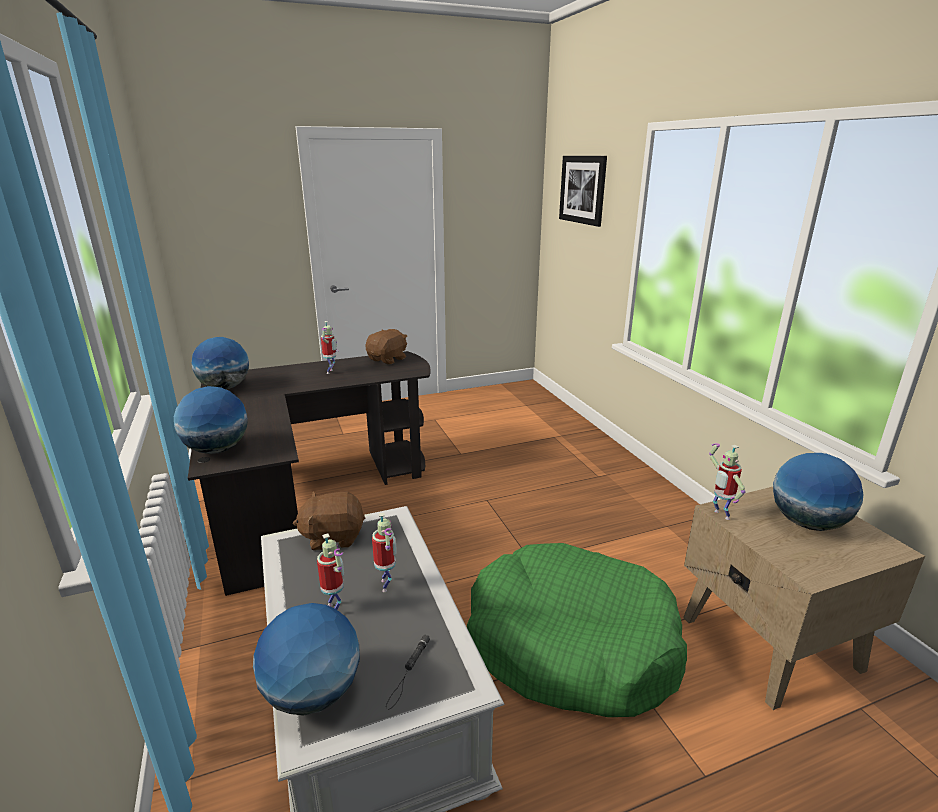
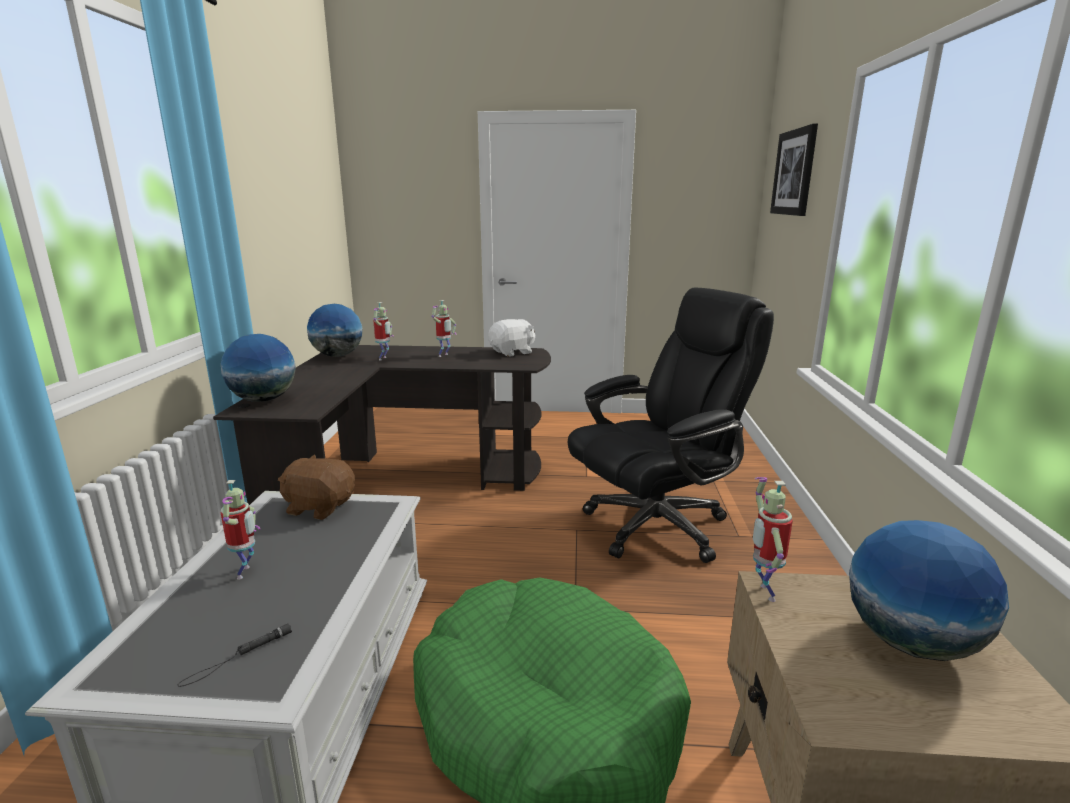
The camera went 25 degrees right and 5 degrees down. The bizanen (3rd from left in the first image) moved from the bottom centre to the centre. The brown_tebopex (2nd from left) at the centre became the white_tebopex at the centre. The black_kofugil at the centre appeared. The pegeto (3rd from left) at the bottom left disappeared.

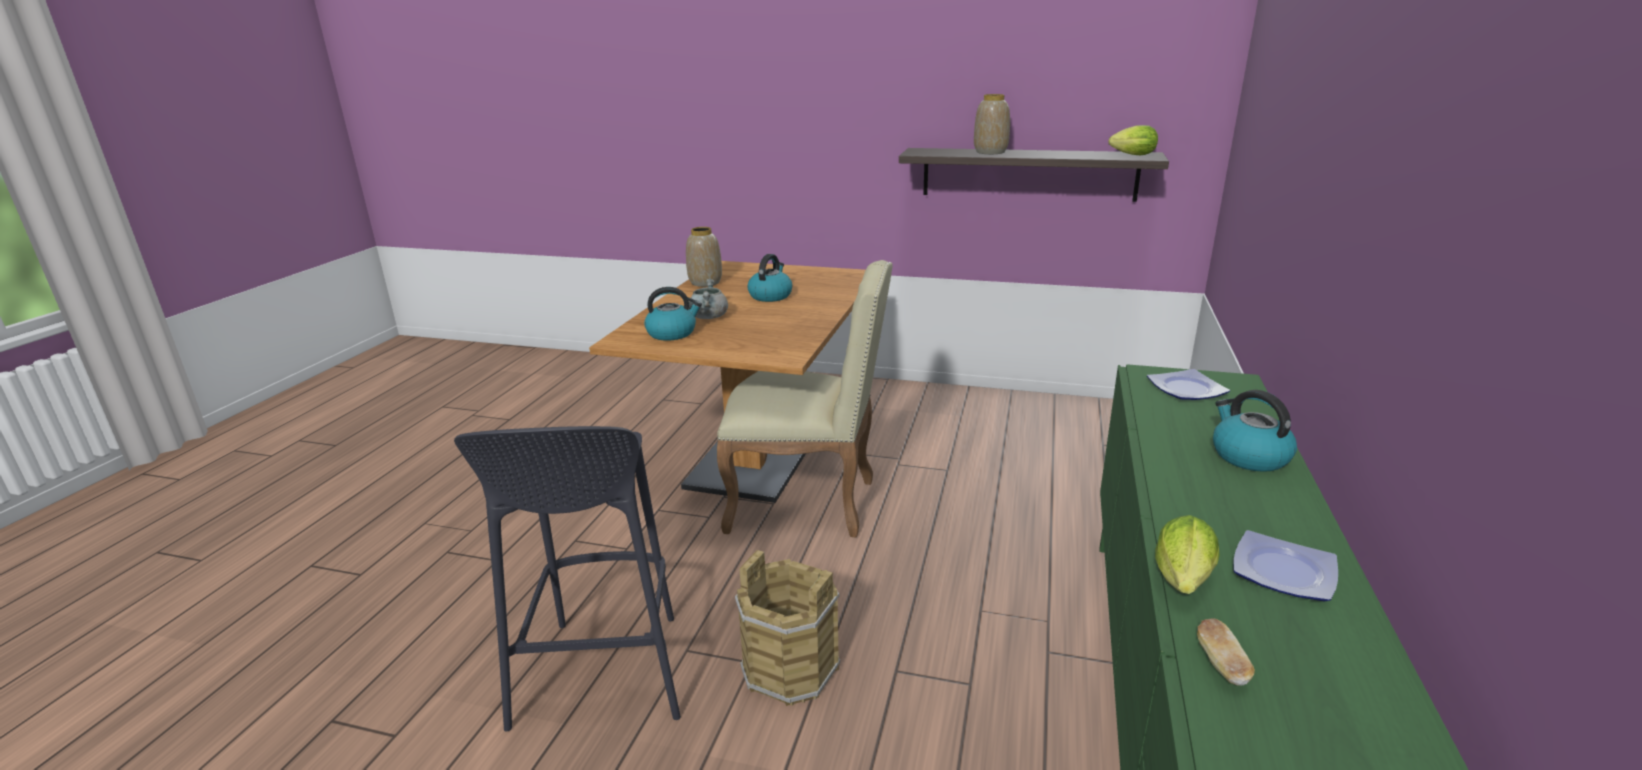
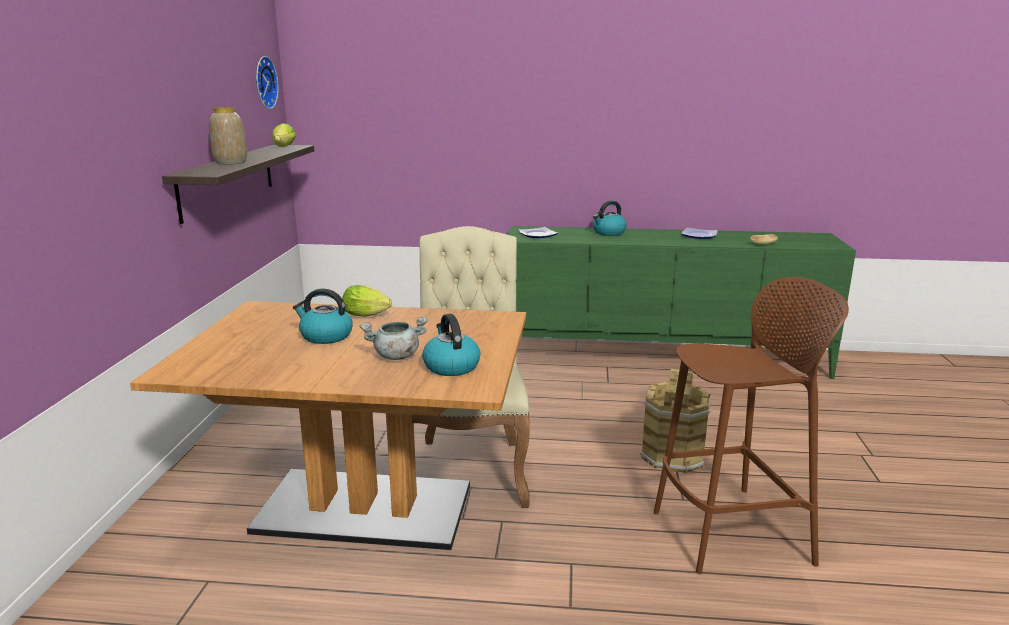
The camera went 100 degrees left and 5 degrees down. The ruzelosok at the top left appeared. The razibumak (2nd from left) moved from the bottom right to the centre. The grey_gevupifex at the bottom centre became the brown_gevupifex at the bottom right. The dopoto (1st from left) at the centre disappeared.

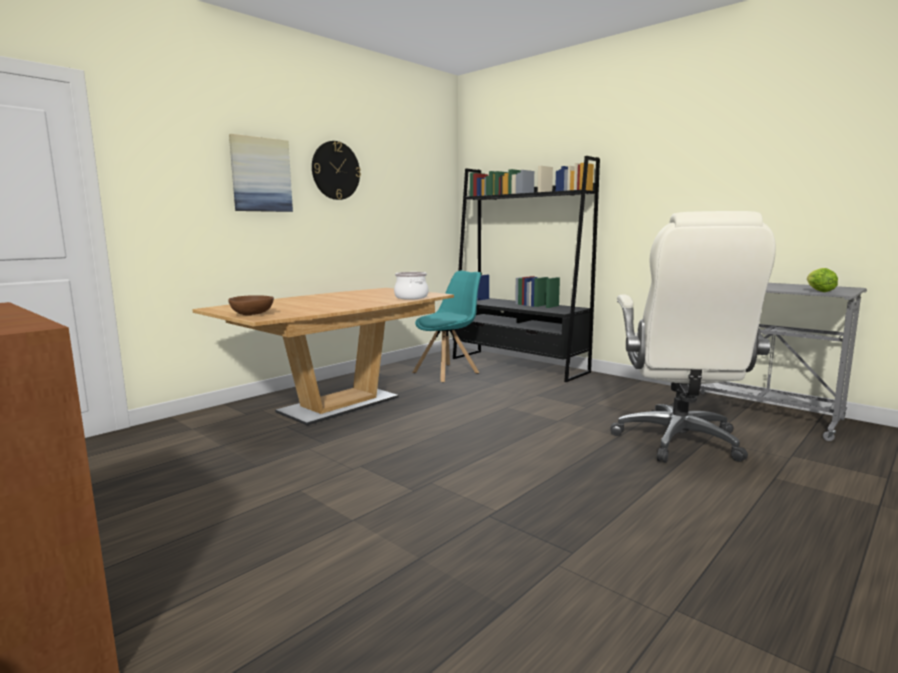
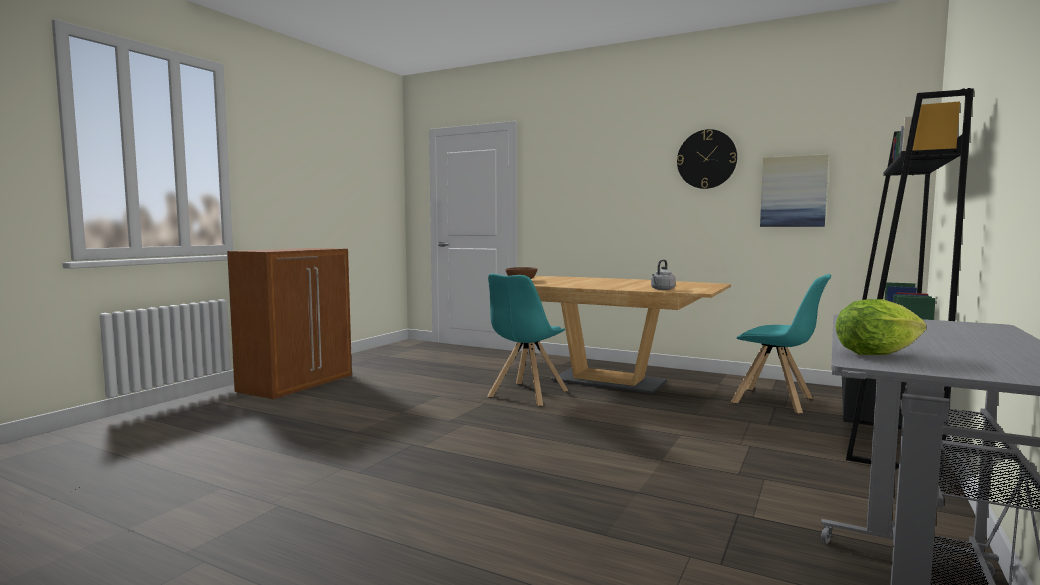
The camera went 75 degrees right and 5 degrees down. The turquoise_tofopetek (1st from left) at the centre appeared. The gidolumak at the centre was replaced by the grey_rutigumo at the centre. The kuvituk moved from the top left to the top right. The white_kofugil at the middle right disappeared.

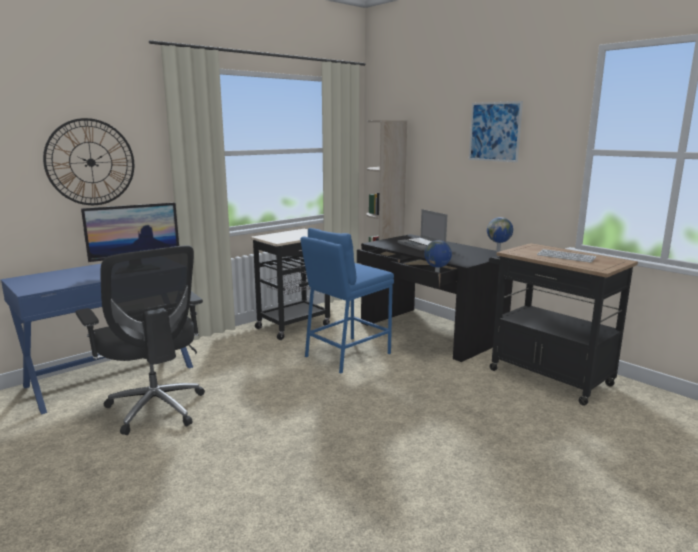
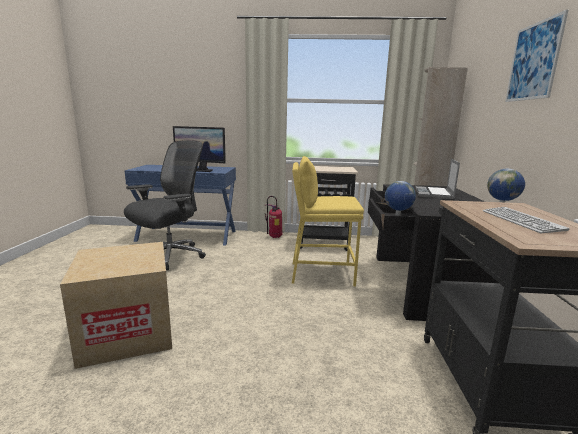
The camera went 45 degrees right and 0 degrees up. The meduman at the bottom left appeared. The kofugil at the middle left turned 150 degrees counterclockwise. The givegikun at the centre appeared. The blue_gevupifex at the centre became the yellow_gevupifex at the centre. The ruzelosok at the top left disappeared.

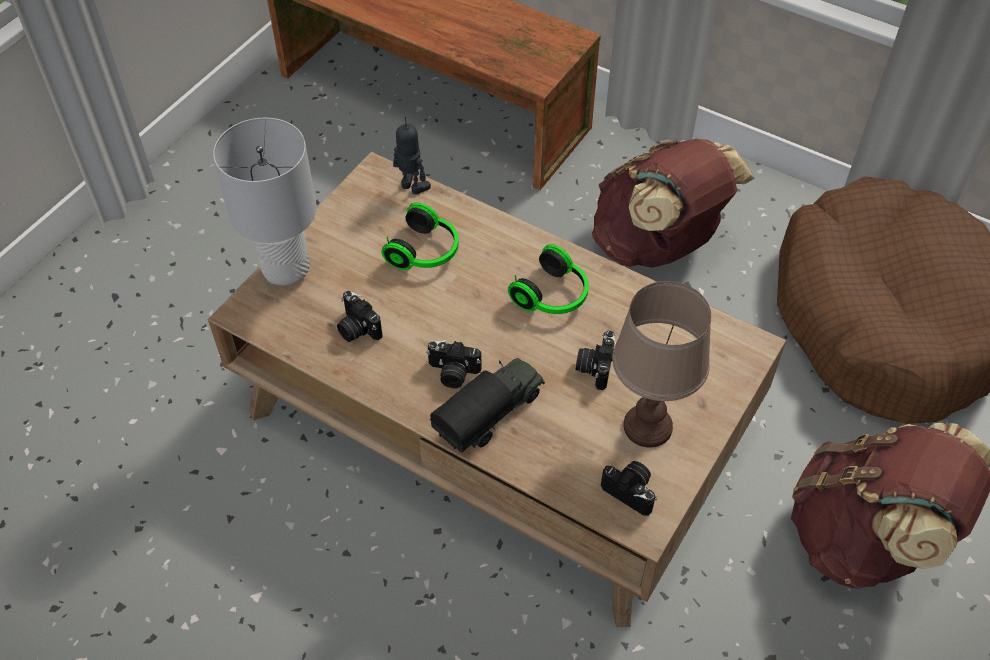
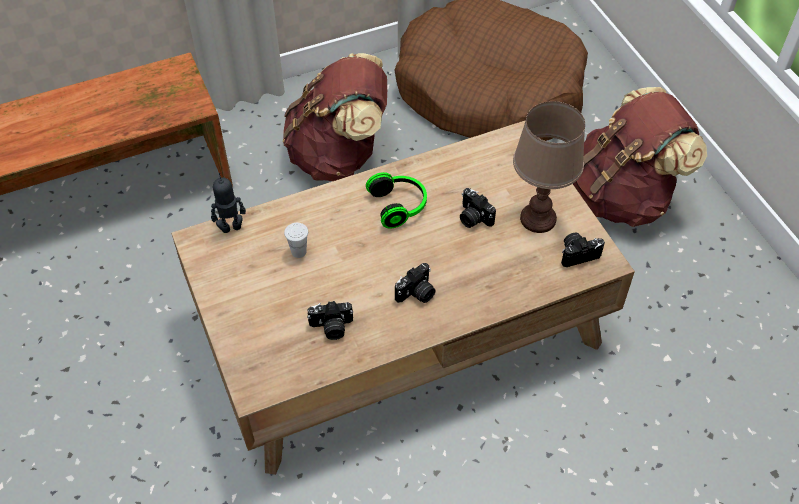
The camera went 55 degrees left and 0 degrees up. The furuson (1st from left) at the centre was replaced by the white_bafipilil at the centre. The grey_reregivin at the top left disappeared. The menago at the centre disappeared.

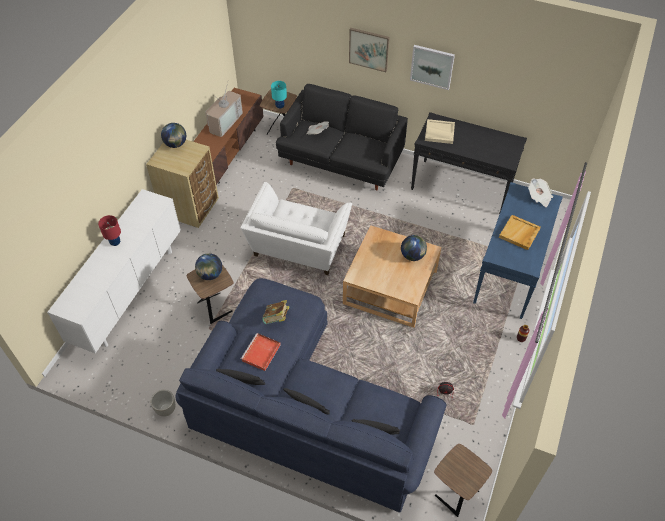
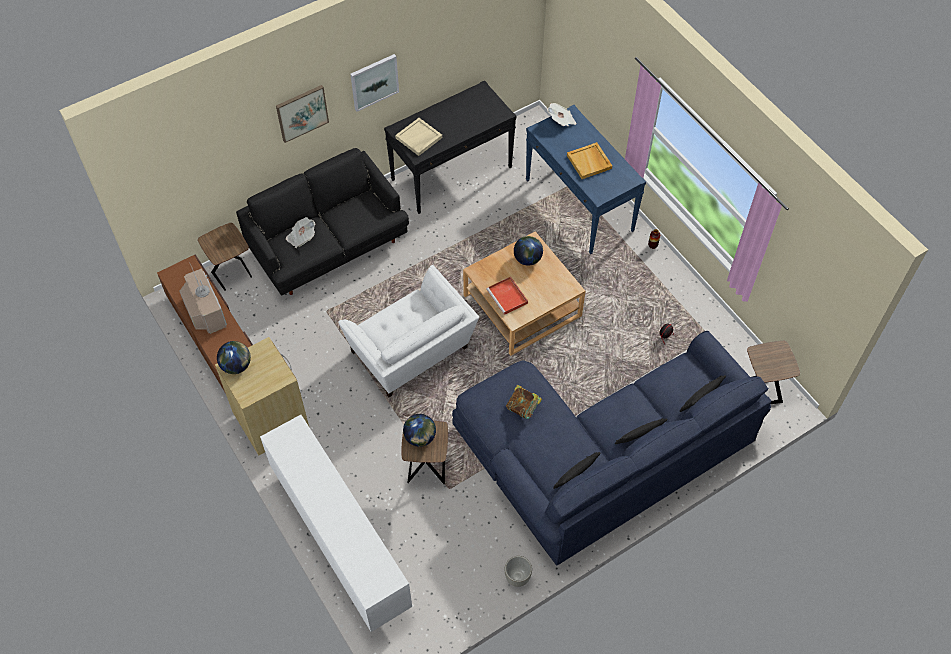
The camera went 55 degrees left and 5 degrees up. The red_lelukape moved from the bottom centre to the centre. The red_reregivin at the middle left disappeared. The turquoise_reregivin at the top centre disappeared.

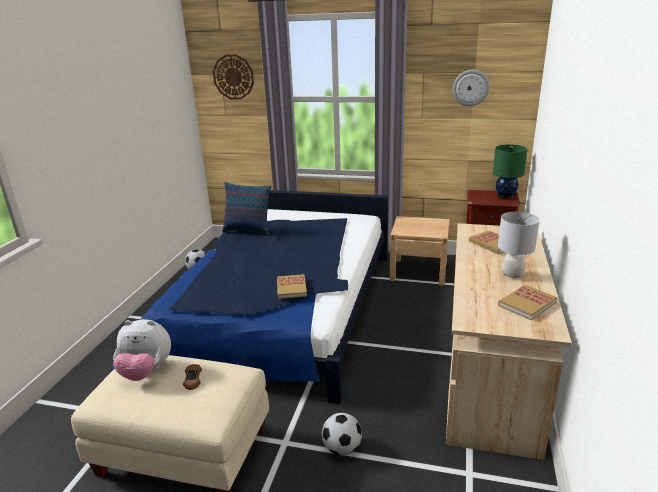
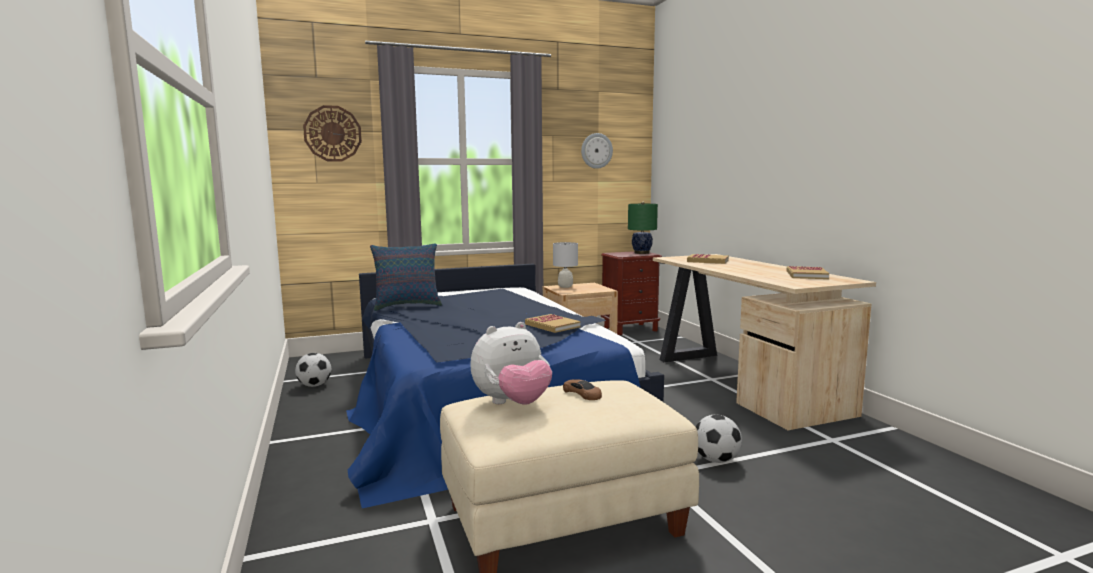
The camera went 35 degrees left and 15 degrees down. The grey_reregivin moved from the middle right to the centre.

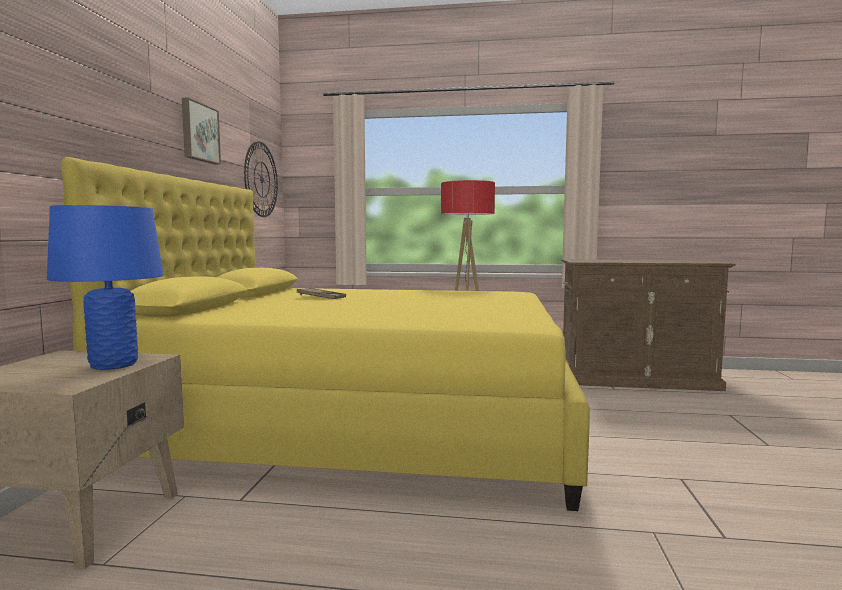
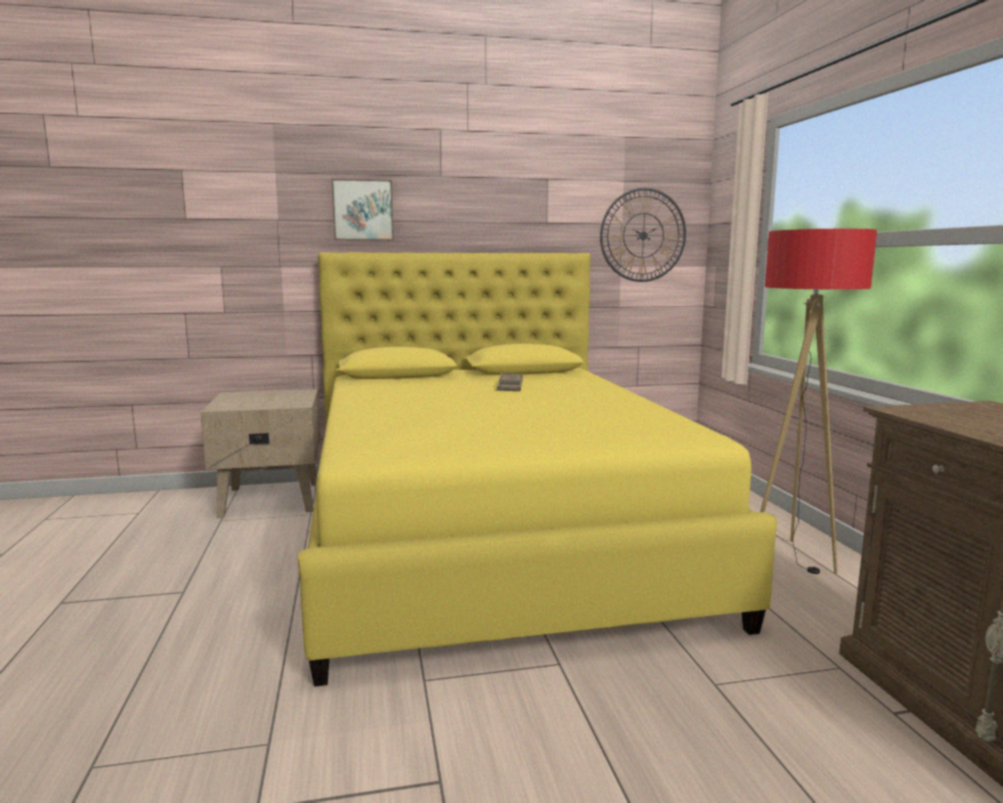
The camera went 70 degrees right and 5 degrees up. The kuvituk moved from the top left to the top centre. The blue_reregivin at the middle left disappeared.

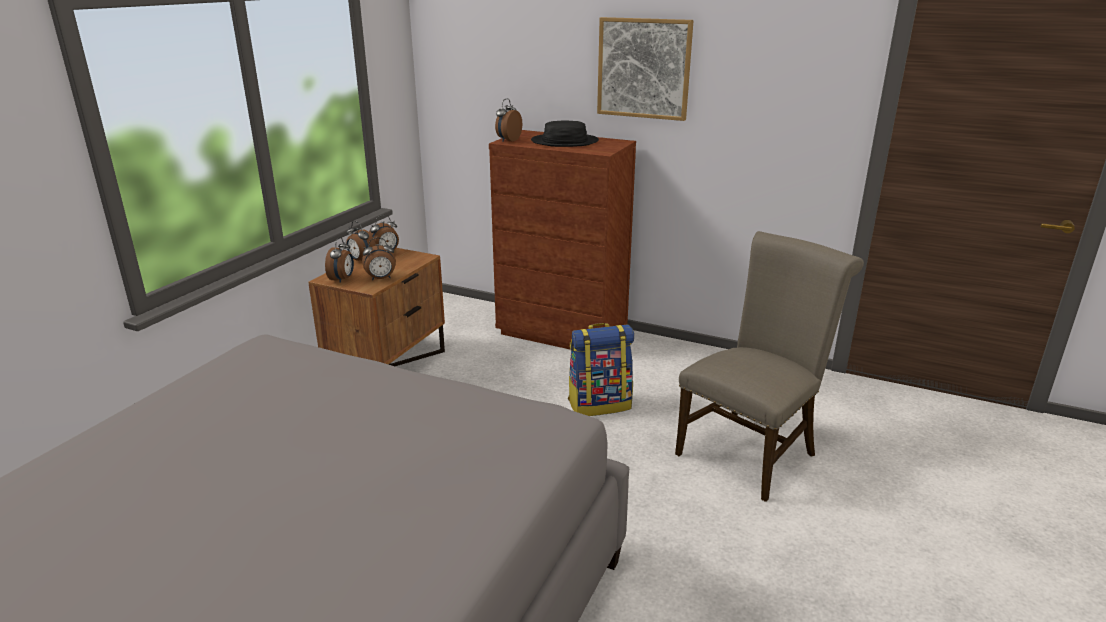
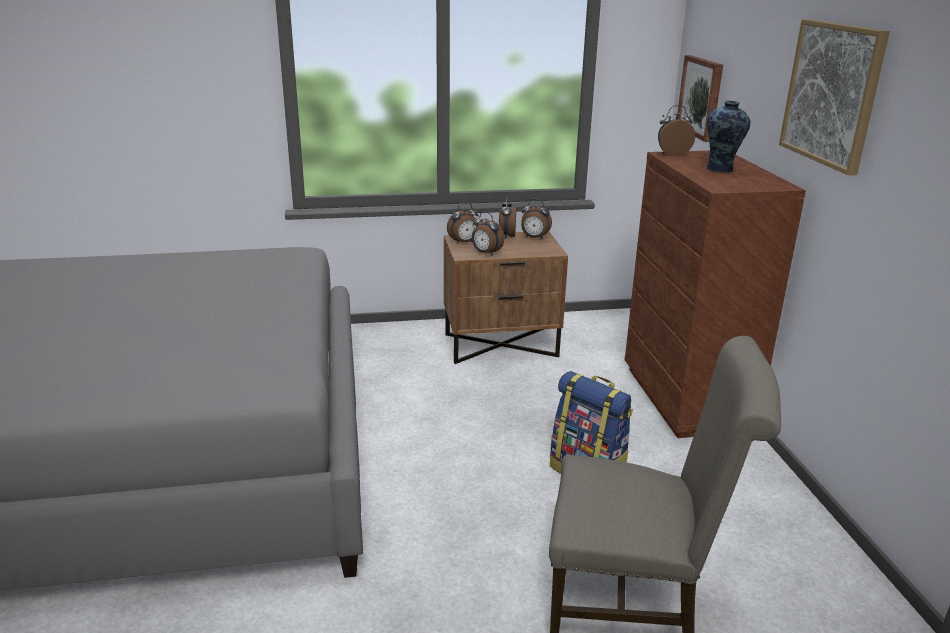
The camera went 55 degrees right and 0 degrees up. The kuvituk (1st from left) at the top right appeared. The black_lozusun at the top centre was replaced by the dopoto at the top right.

